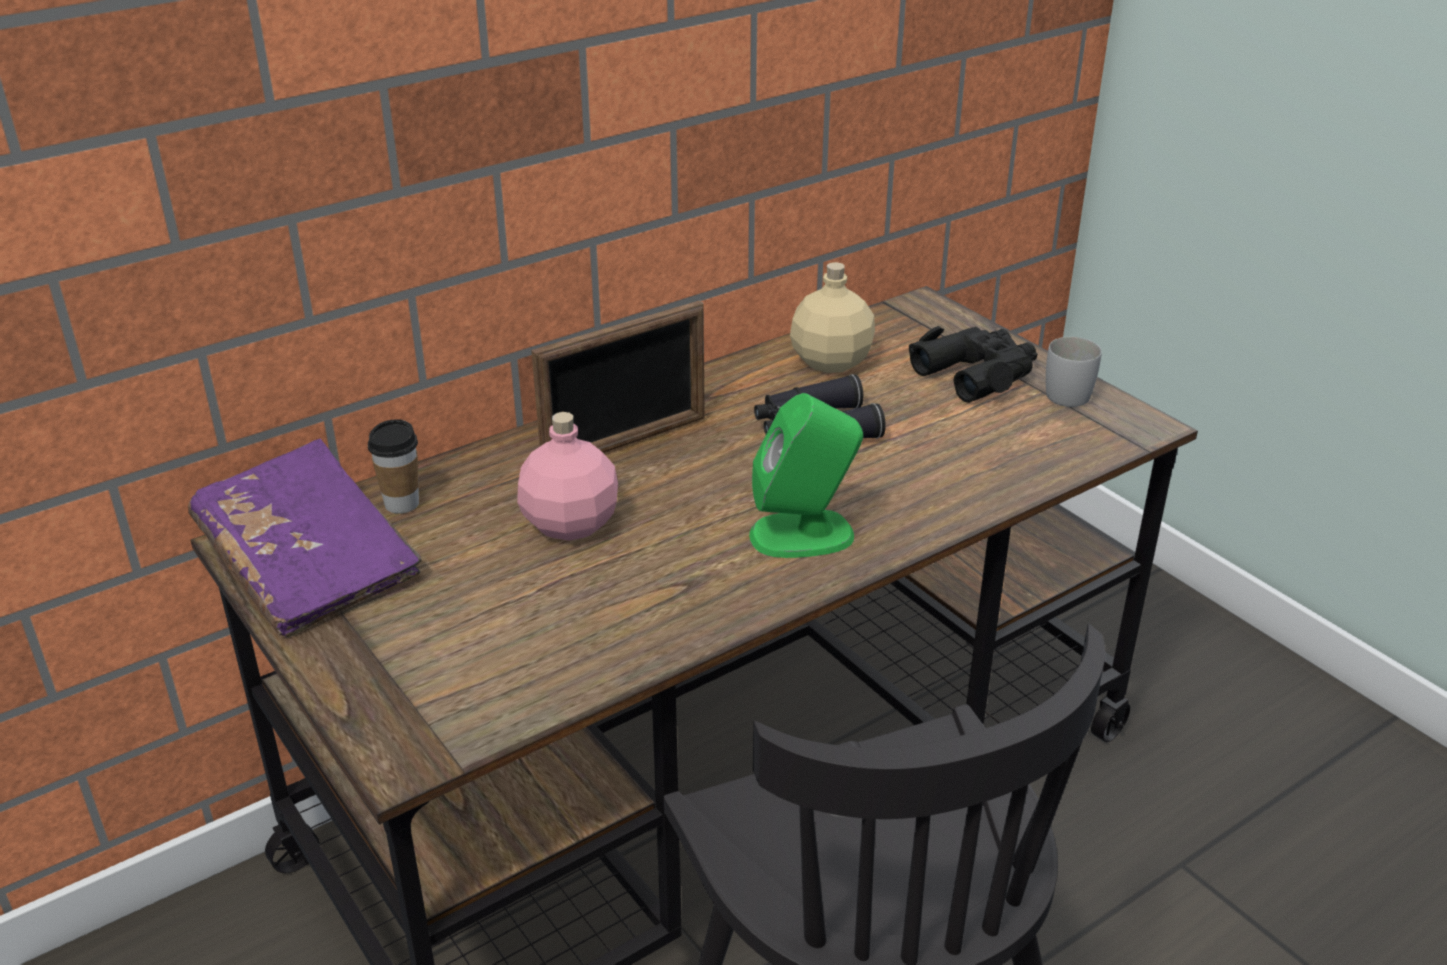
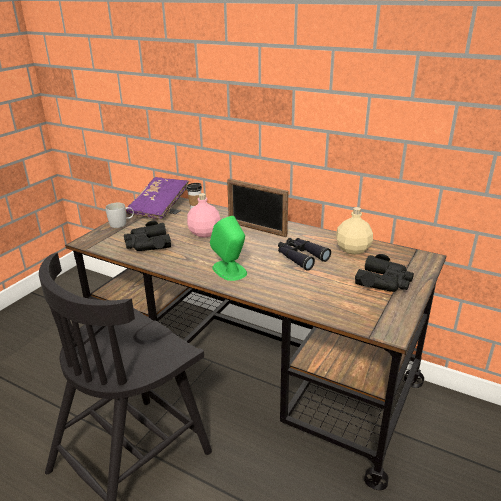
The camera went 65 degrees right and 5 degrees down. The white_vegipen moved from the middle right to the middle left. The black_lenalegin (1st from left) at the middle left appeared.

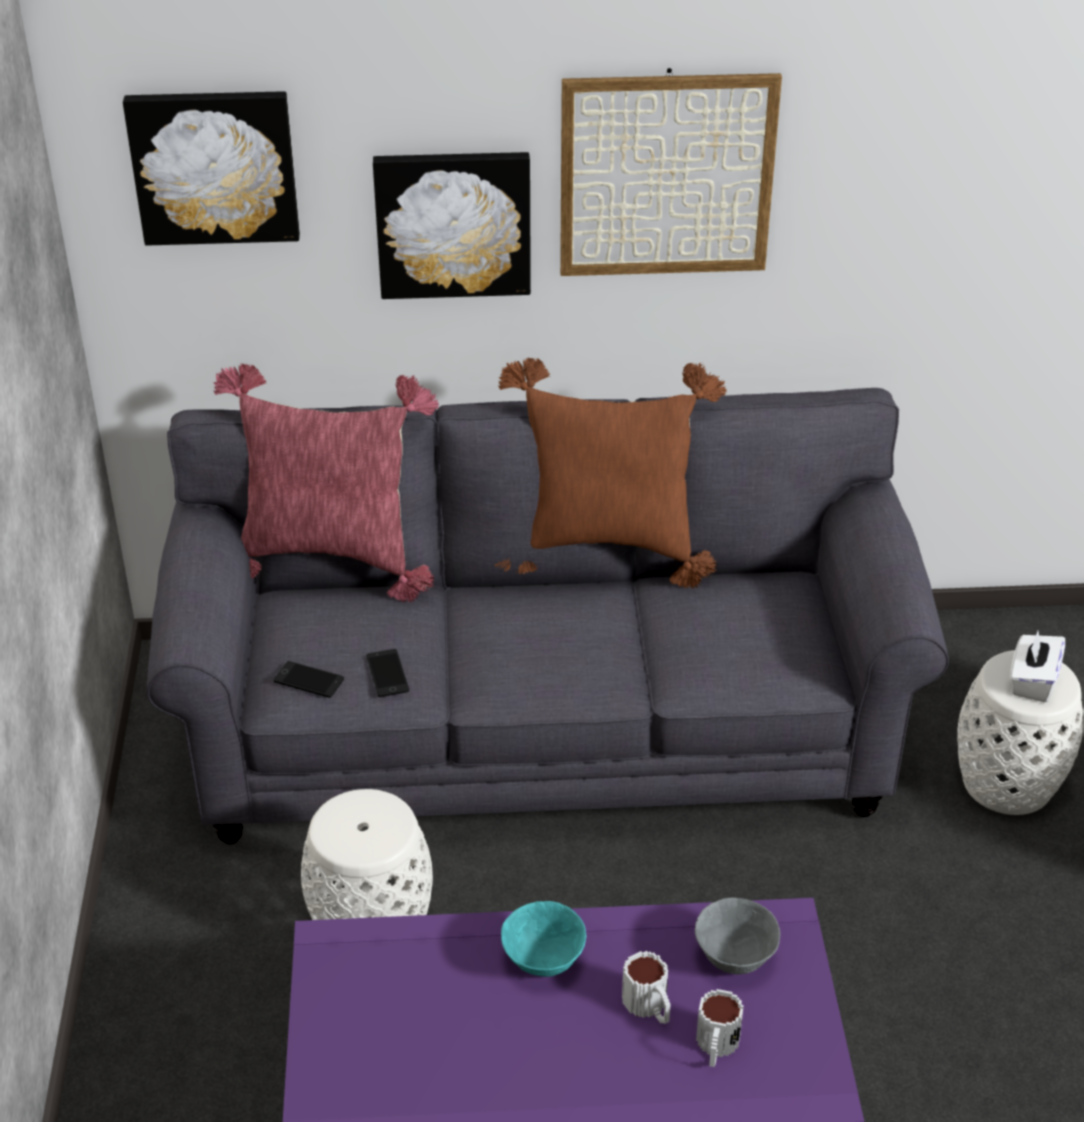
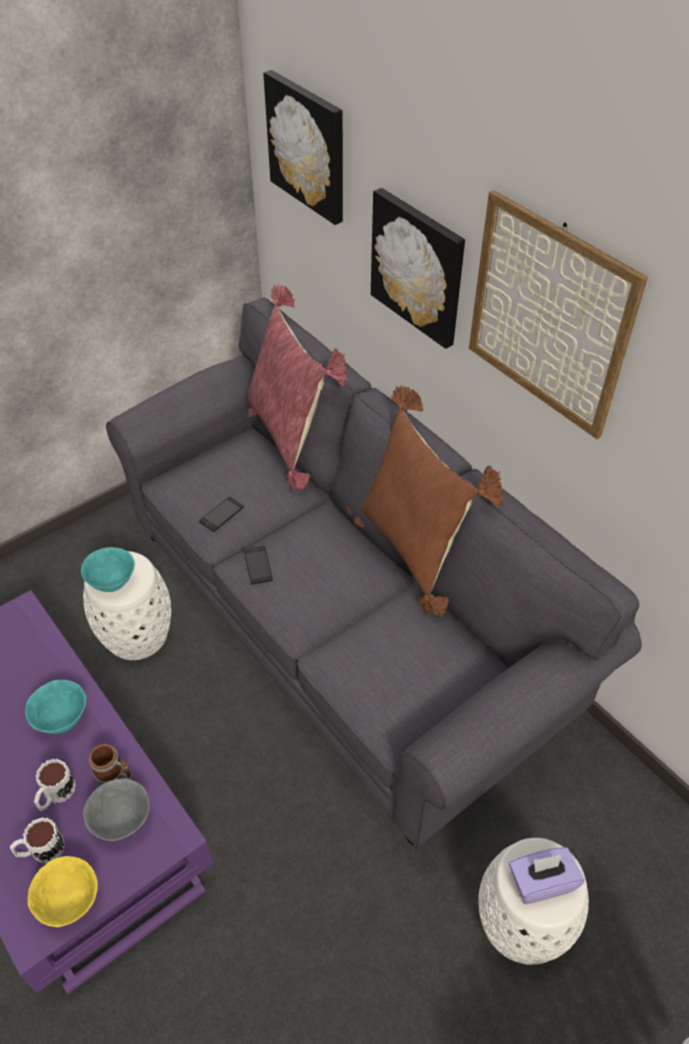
The camera went 55 degrees right and 10 degrees up. The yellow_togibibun at the bottom left appeared. The turquoise_togibibun (2nd from left) at the middle left appeared. The vegipen (3rd from left) at the bottom left appeared. The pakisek (1st from left in the first image) moved from the middle left to the centre. The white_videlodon at the middle right became the purple_videlodon at the bottom right.

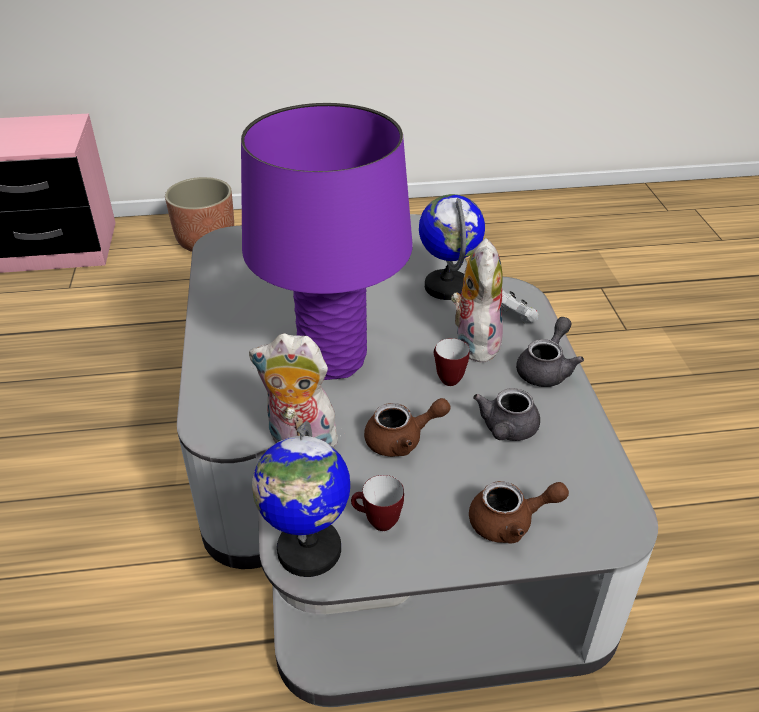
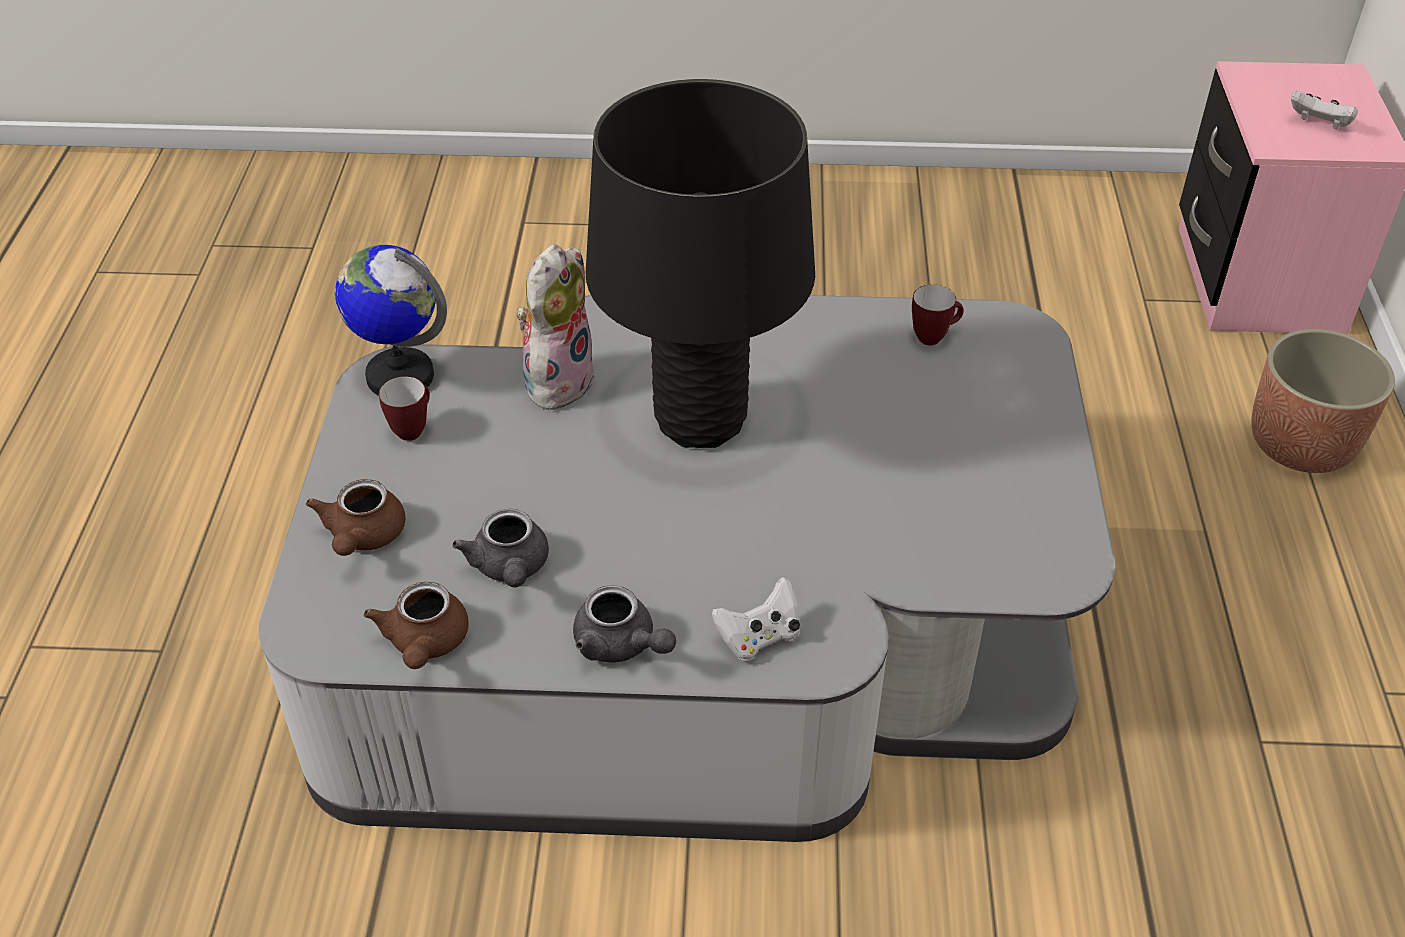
The camera went 100 degrees right and 5 degrees up. The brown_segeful (1st from left in the first image) moved from the centre to the bottom left. The grey_segeful (1st from left) at the middle right turned 135 degrees counterclockwise. The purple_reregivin at the centre became the black_reregivin at the top centre. The vegipen (2nd from left) moved from the centre to the middle right. The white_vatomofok (2nd from left) at the top right appeared. The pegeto (2nd from left) at the centre disappeared. The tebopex (2nd from left) at the centre disappeared.

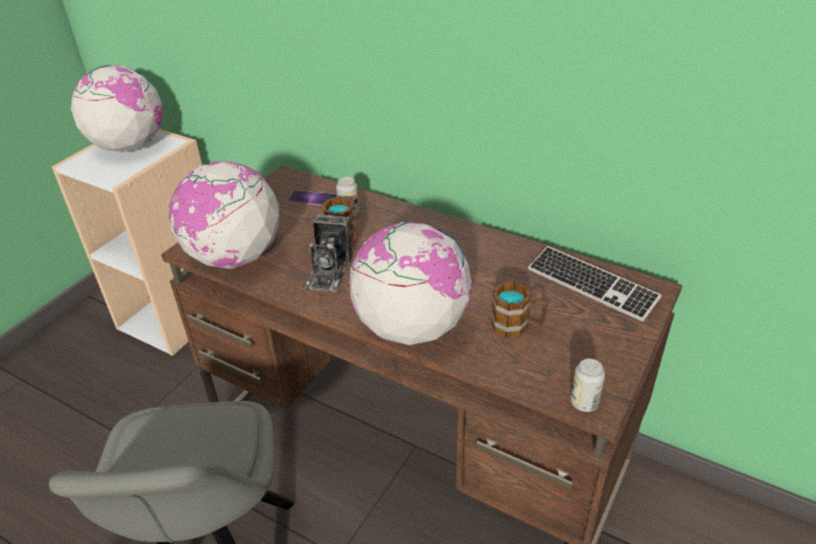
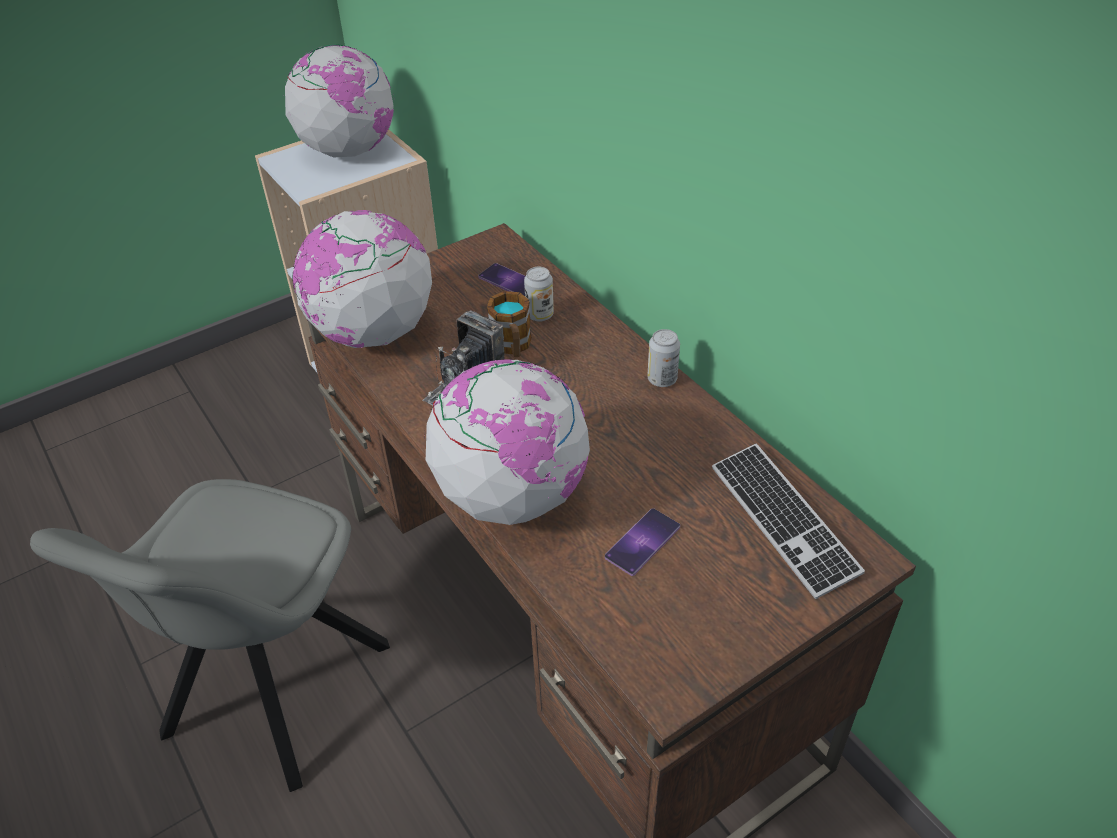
The camera went 25 degrees right and 5 degrees up. The vegipen (2nd from left) at the centre was replaced by the pakisek (2nd from left) at the centre. The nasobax (2nd from left) moved from the bottom right to the centre.

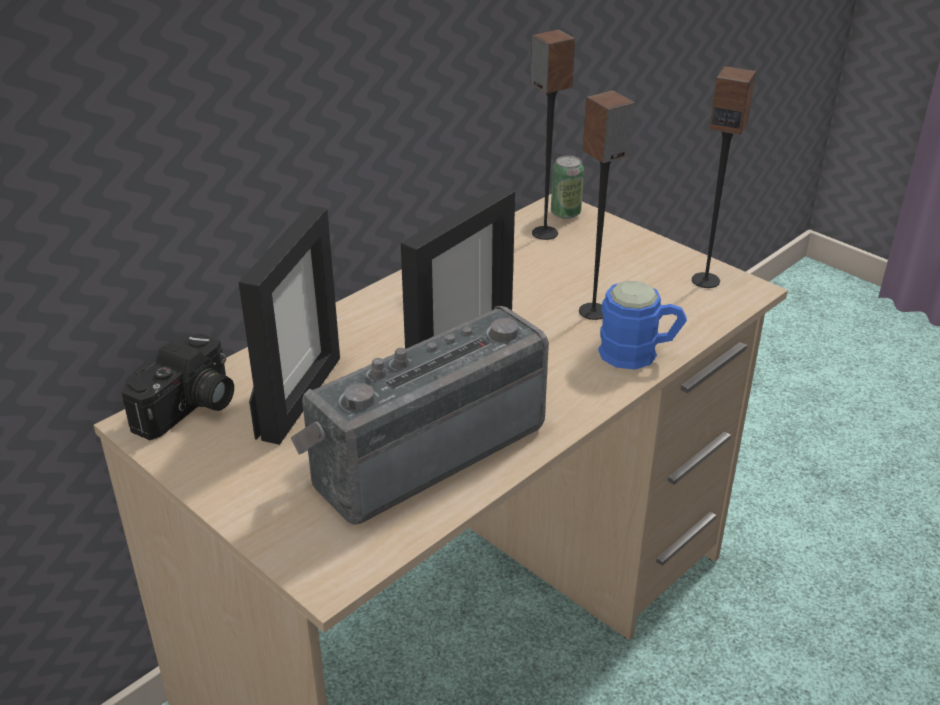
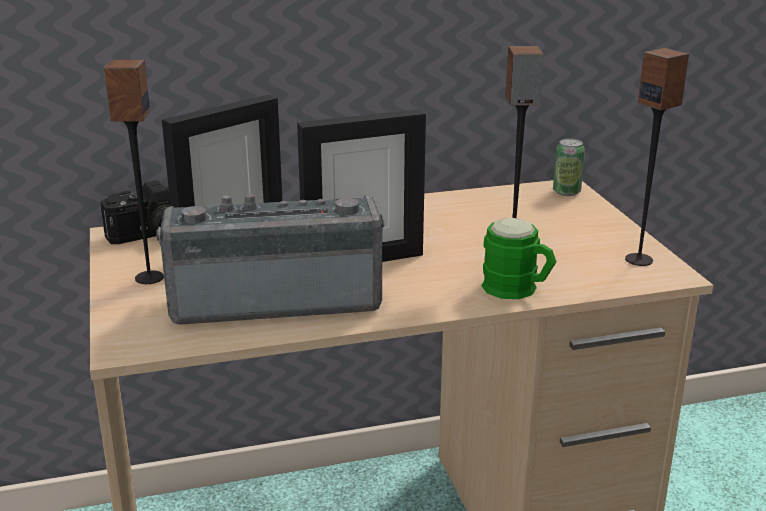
The camera went 30 degrees right and 10 degrees down. The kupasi (1st from left) moved from the top centre to the middle left. The blue_vegipen at the middle right became the green_vegipen at the middle right.

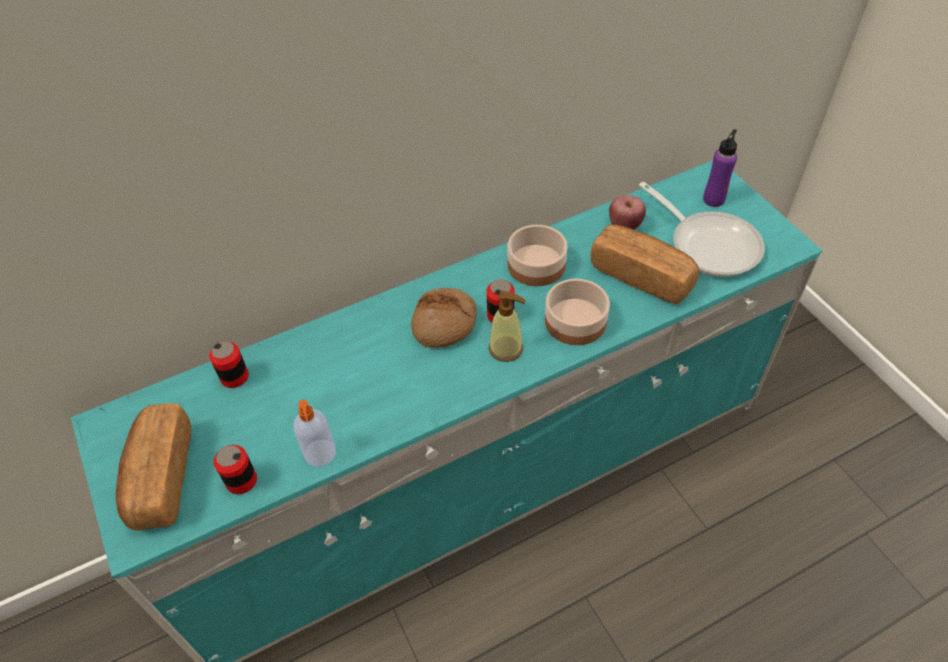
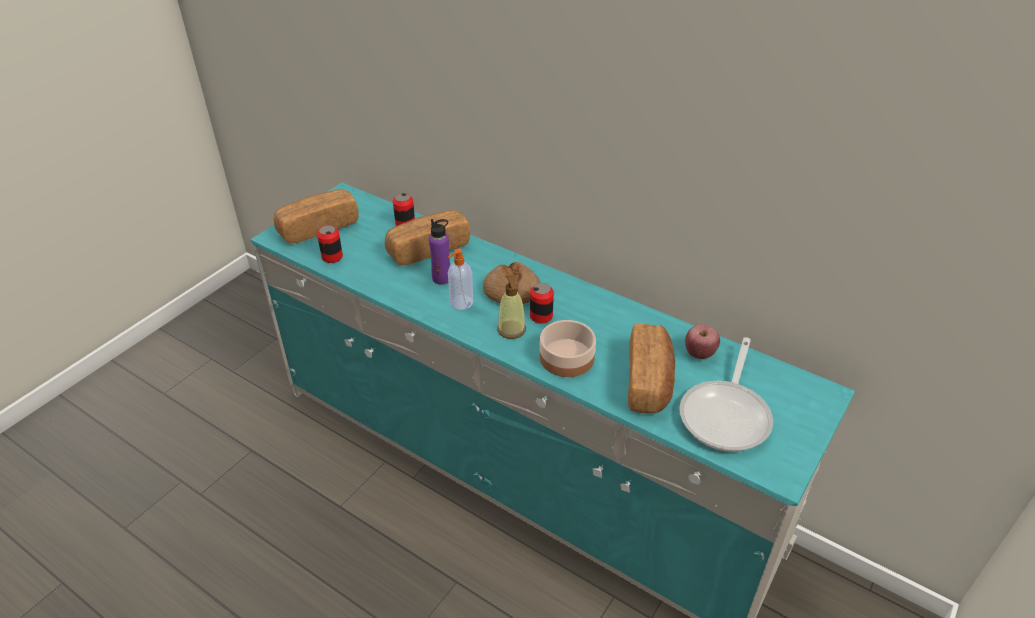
The camera went 60 degrees right and 10 degrees down. The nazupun (2nd from left) at the centre appeared. The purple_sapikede moved from the top right to the centre. The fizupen (1st from left) moved from the middle left to the centre. The togibibun (1st from left) at the centre disappeared.

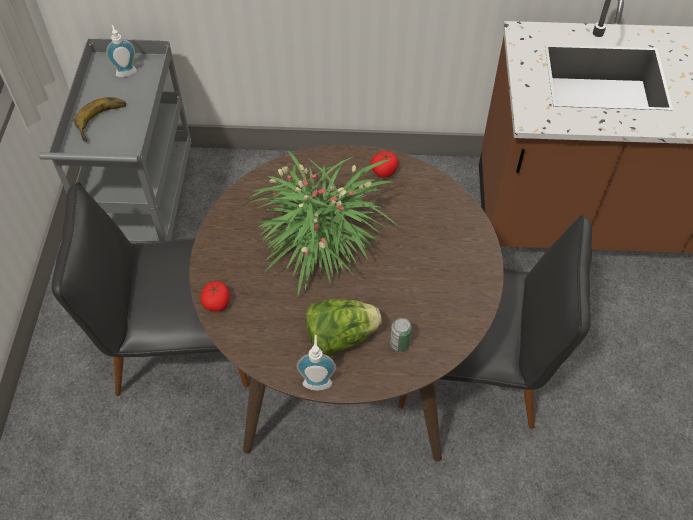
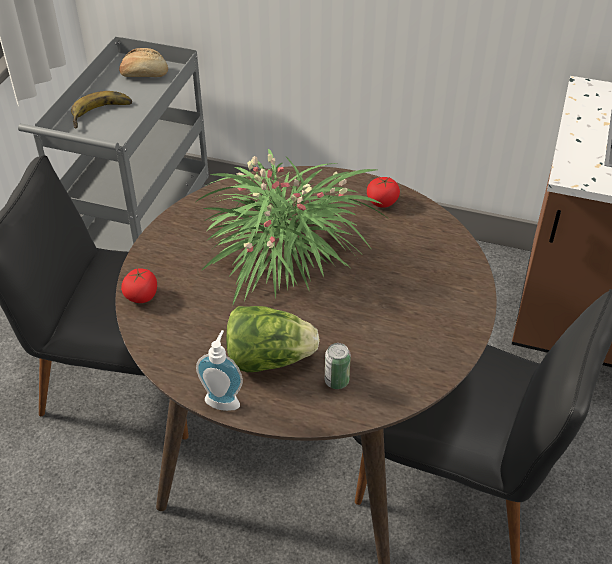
The camera went 15 degrees right and 10 degrees down. The fizupen (1st from left) at the top left was replaced by the nazupun at the top left.

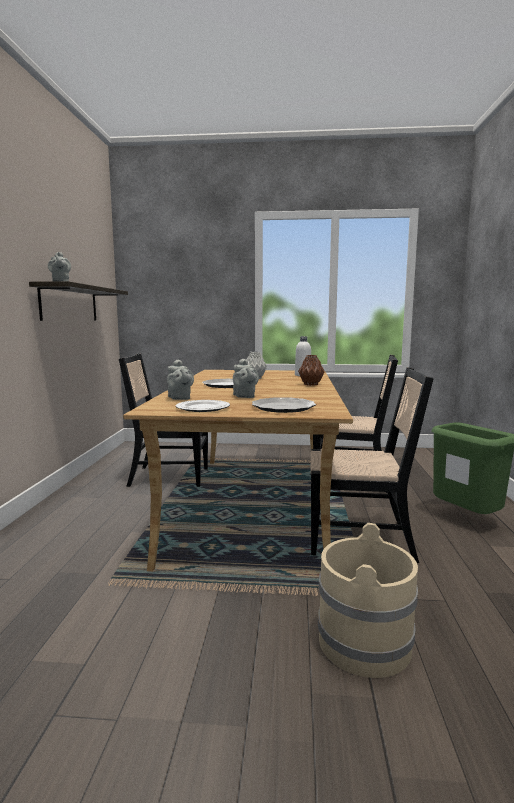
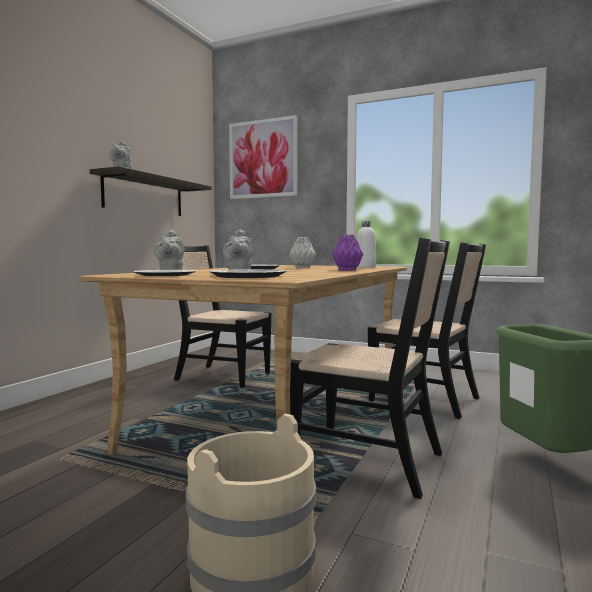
The camera went 20 degrees right and 5 degrees down. The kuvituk at the top centre appeared. The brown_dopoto at the centre became the purple_dopoto at the centre.

